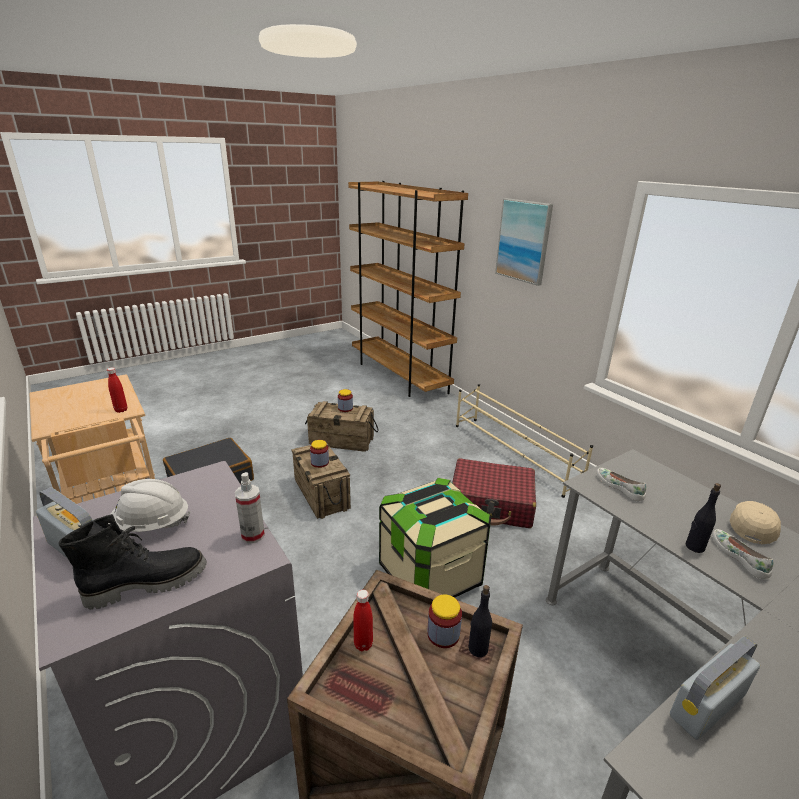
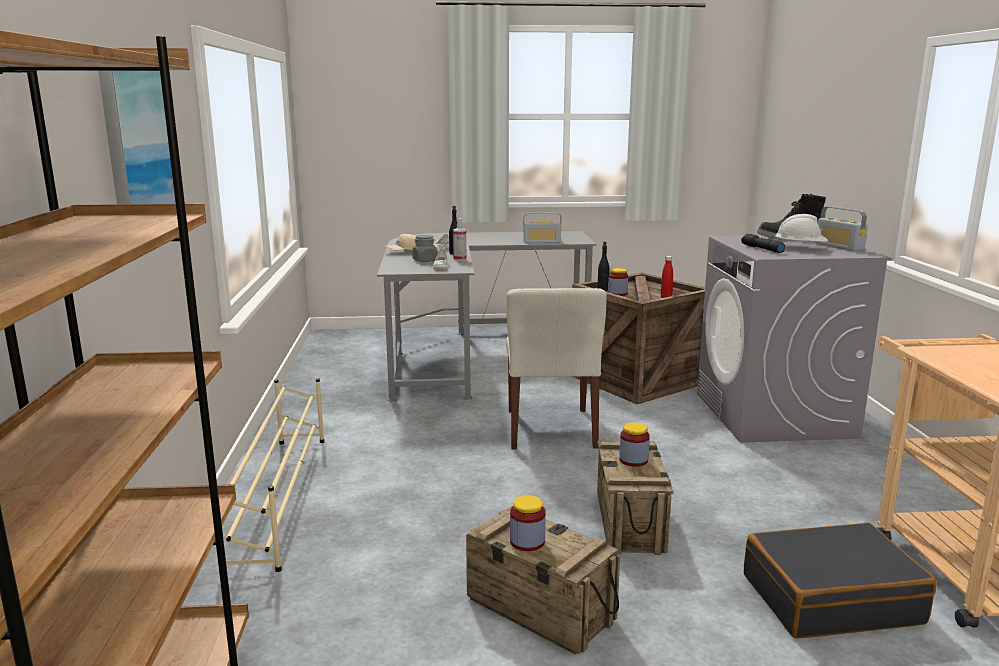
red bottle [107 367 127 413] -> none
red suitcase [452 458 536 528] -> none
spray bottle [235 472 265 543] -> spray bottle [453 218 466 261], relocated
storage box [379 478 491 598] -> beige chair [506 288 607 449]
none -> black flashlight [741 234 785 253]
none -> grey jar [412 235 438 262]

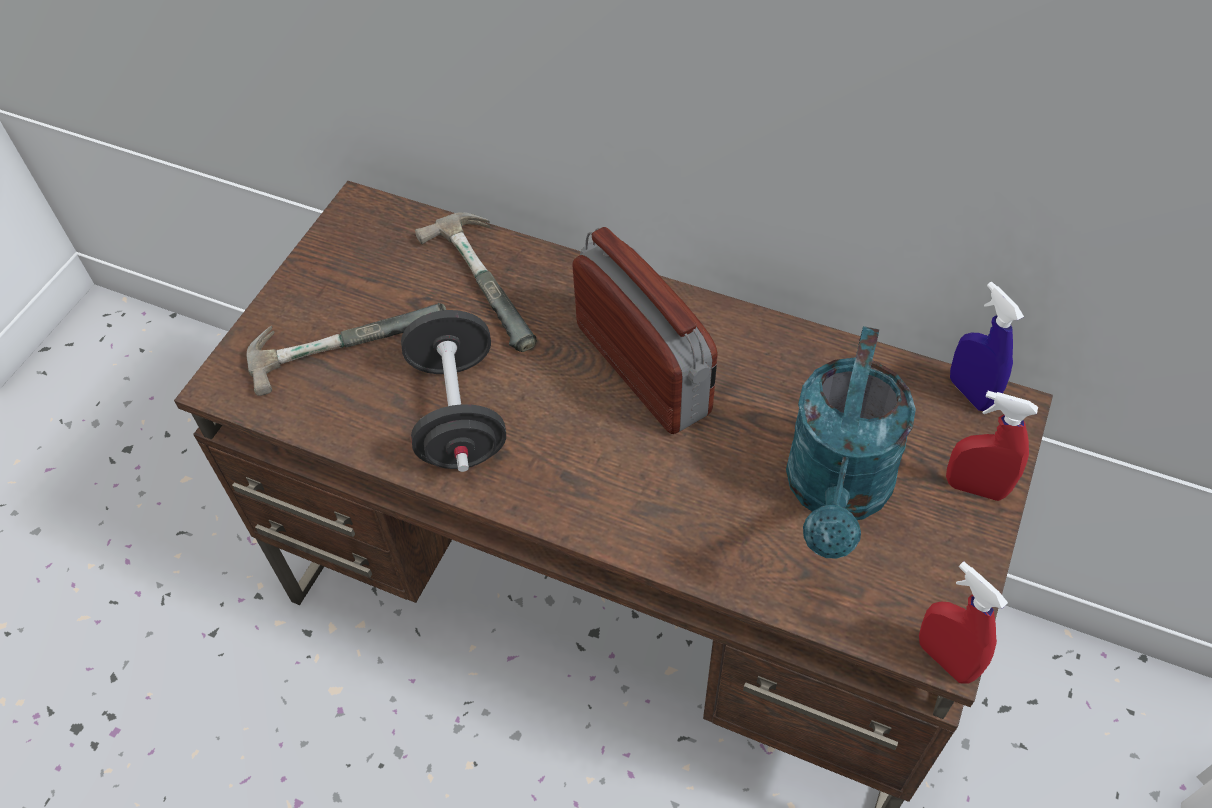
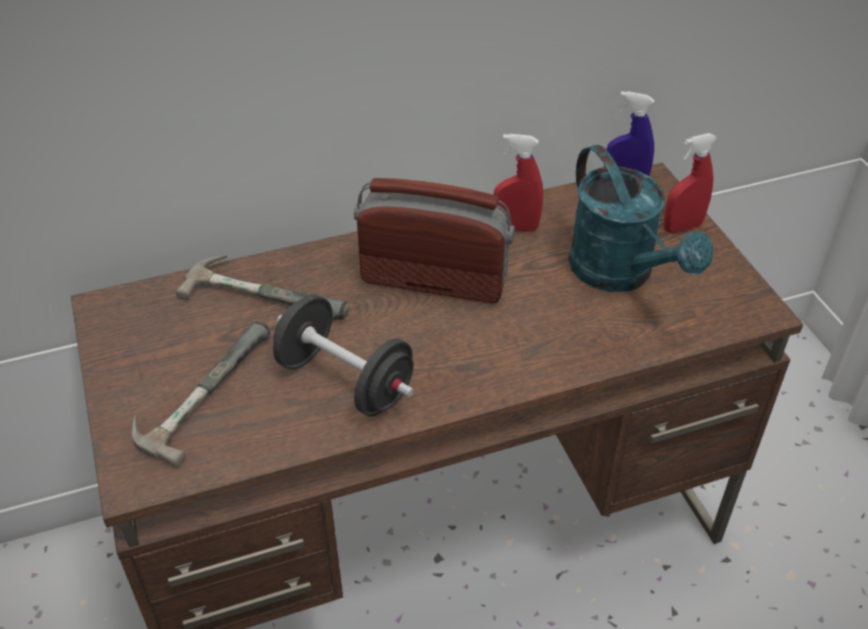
red spray bottle [919 562 1008 683] -> red spray bottle [493 134 543 232], relocated

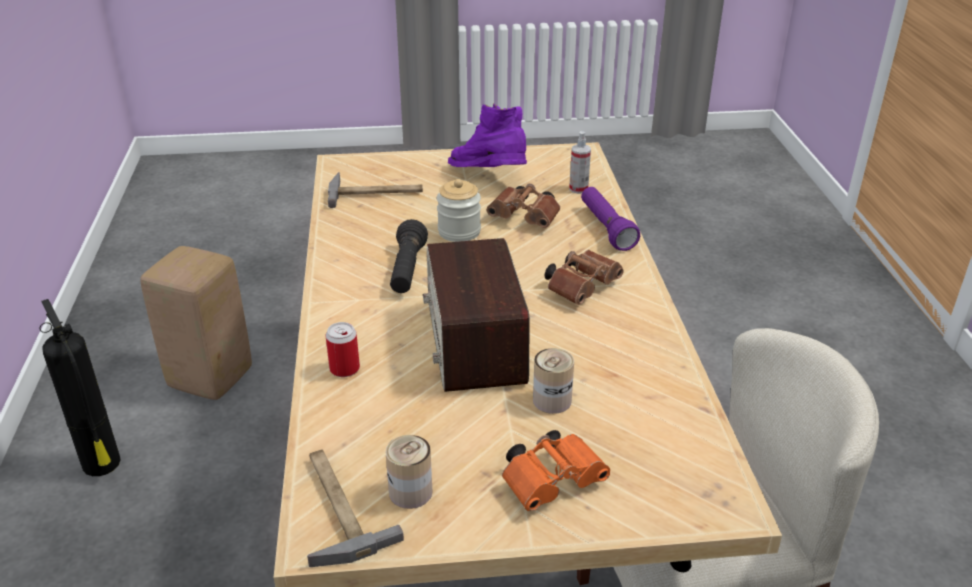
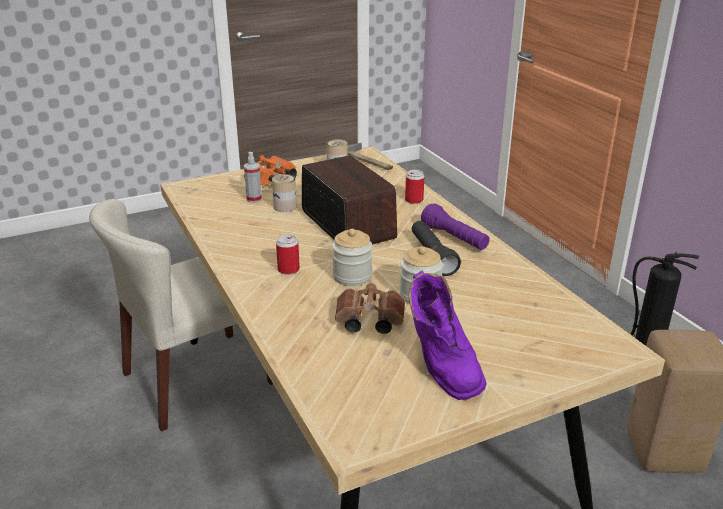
purple boot [448 103 527 167] -> purple boot [409 271 487 400], 45 degrees clockwise
spray bottle [569 131 591 194] -> spray bottle [244 152 262 203], relocated
hammer [328 172 423 208] -> none
purple flashlight [581 187 640 251] -> purple flashlight [421 204 489 250], relocated
brown binoculars [544 250 624 305] -> can [276 234 300 275]
none -> jar [332 229 373 286]

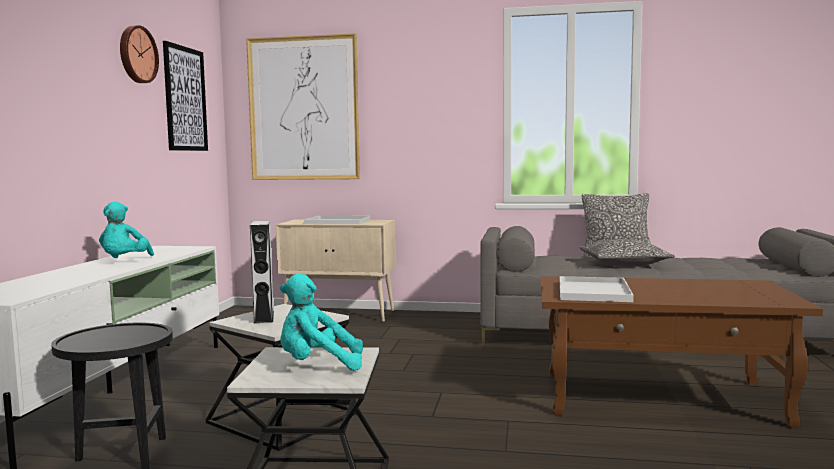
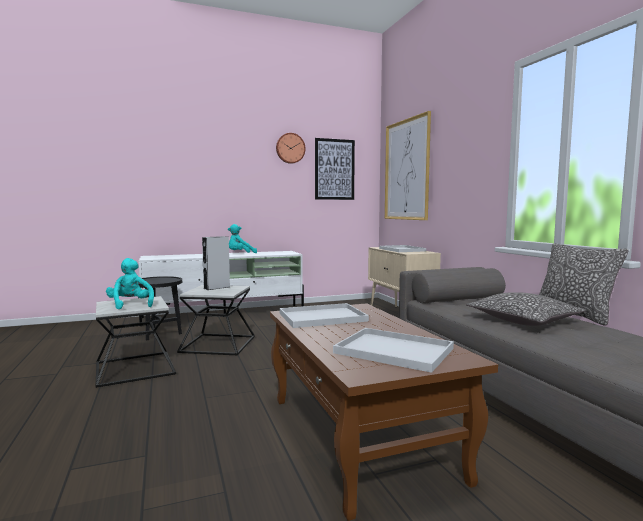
none -> white tray [333 328 454 373]

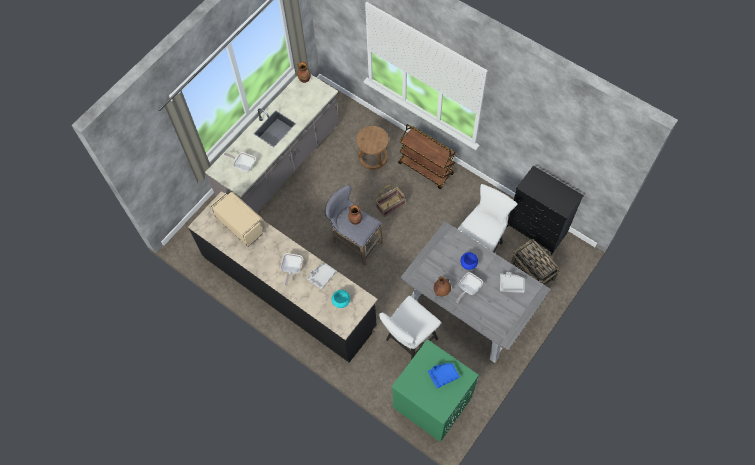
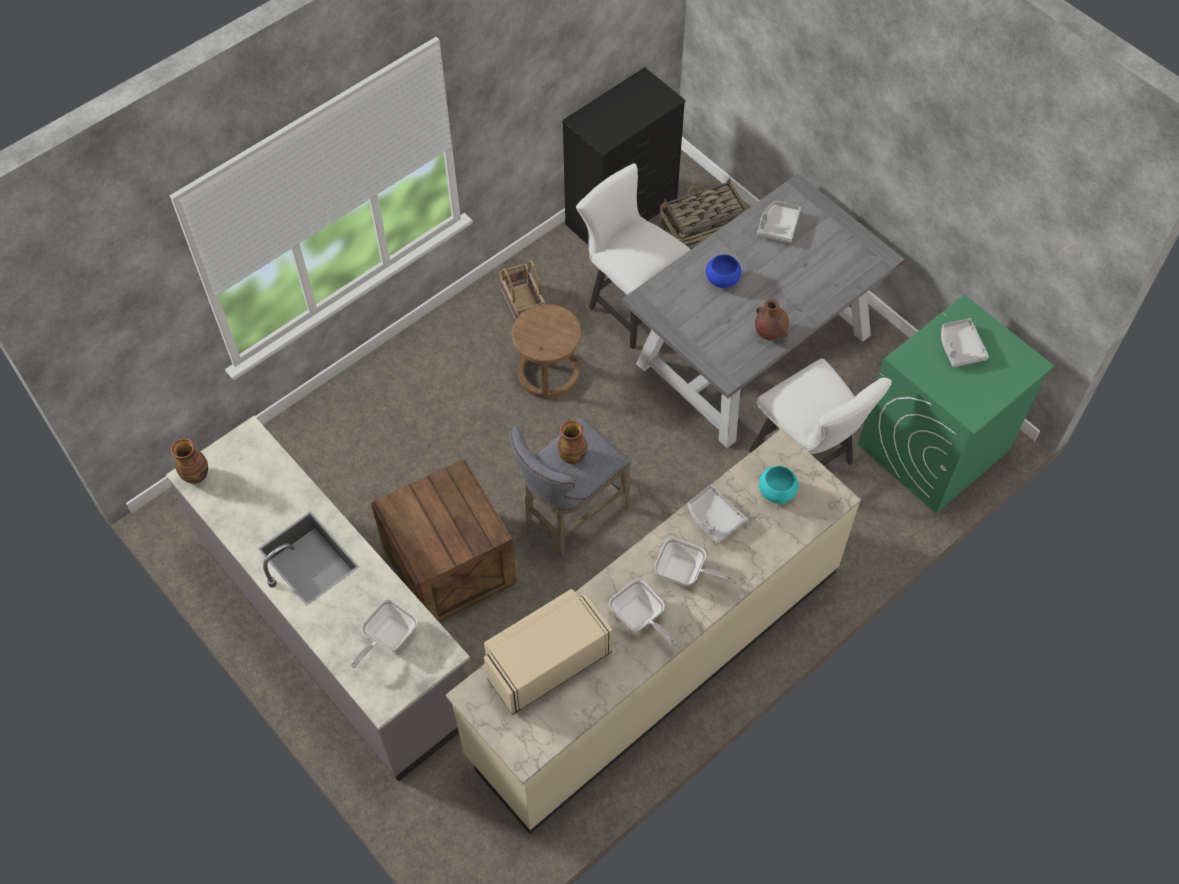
brown cart [398 124 456 189] -> none
brown stool [356 126 389 170] -> brown stool [512 304 582 399], relocated
basket [376 185 406 217] -> basket [499 260 545 321], relocated
black counter [188 191 378 362] -> beige counter [446 428 861 834]
frying pan [456 272 483 303] -> frying pan [609 579 676 646], relocated
blue tray [428 363 460 388] -> grey tray [941 318 989 367]
none -> crate [371 460 517 622]

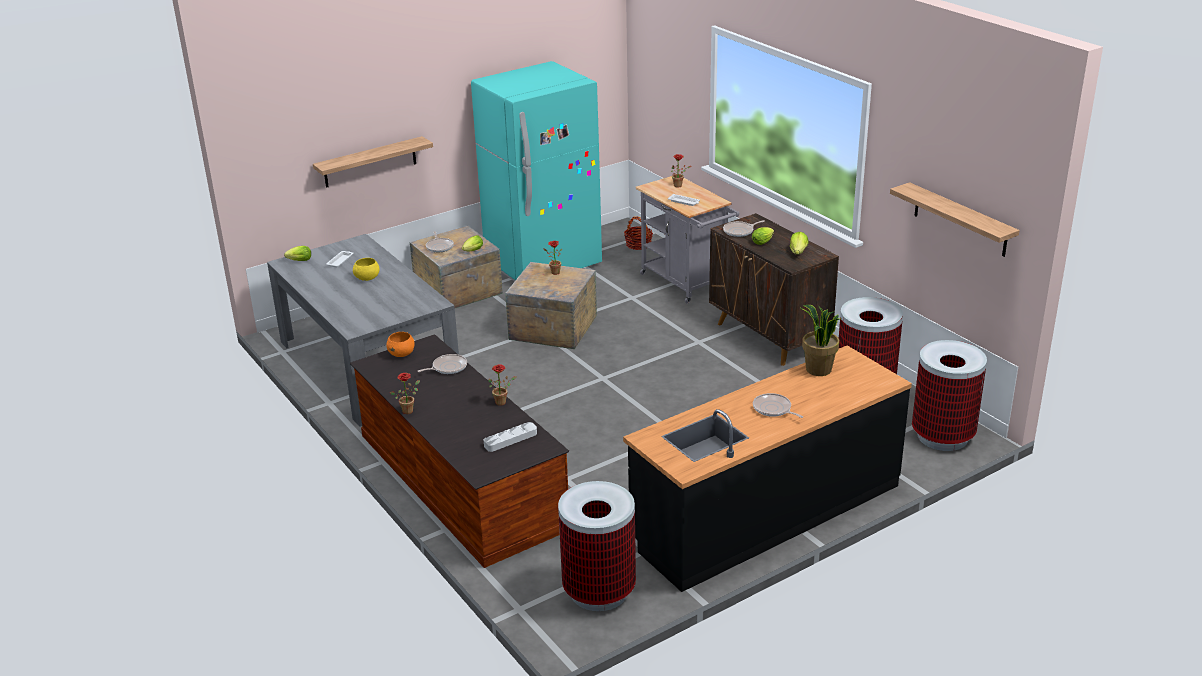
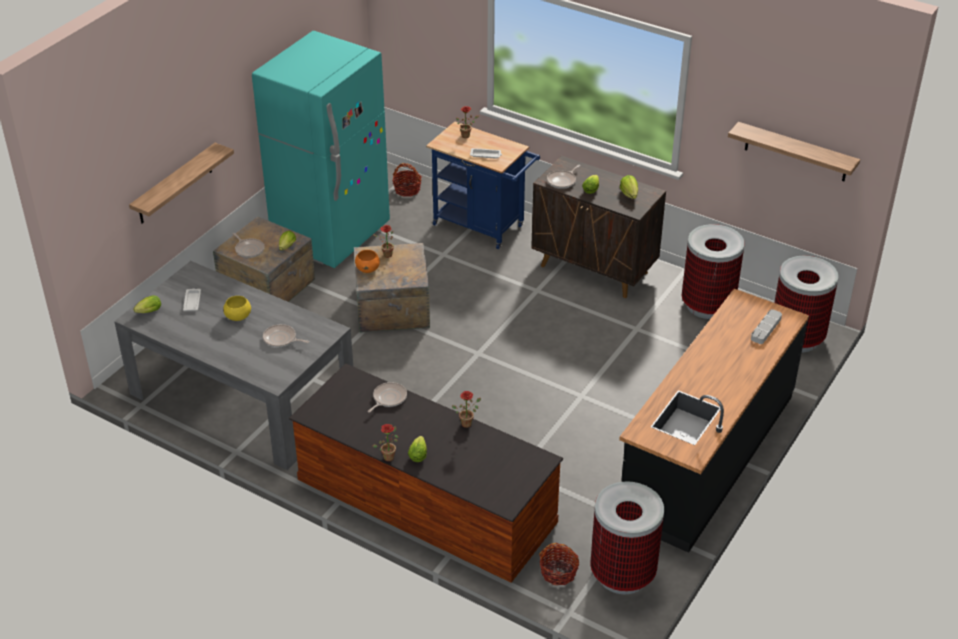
grey cart [636 176 740 303] -> blue cart [426 121 540 249]
potted plant [801 305 840 376] -> none
orange bowl [386 332 414 357] -> orange bowl [355 250 380 273], relocated
frying pan [753 393 803 418] -> frying pan [263 324 309 347], relocated
grey tray [484 422 537 452] -> grey tray [751 309 782 344], relocated
none -> lettuce [408 436 427 462]
none -> basket [539 543 579 585]

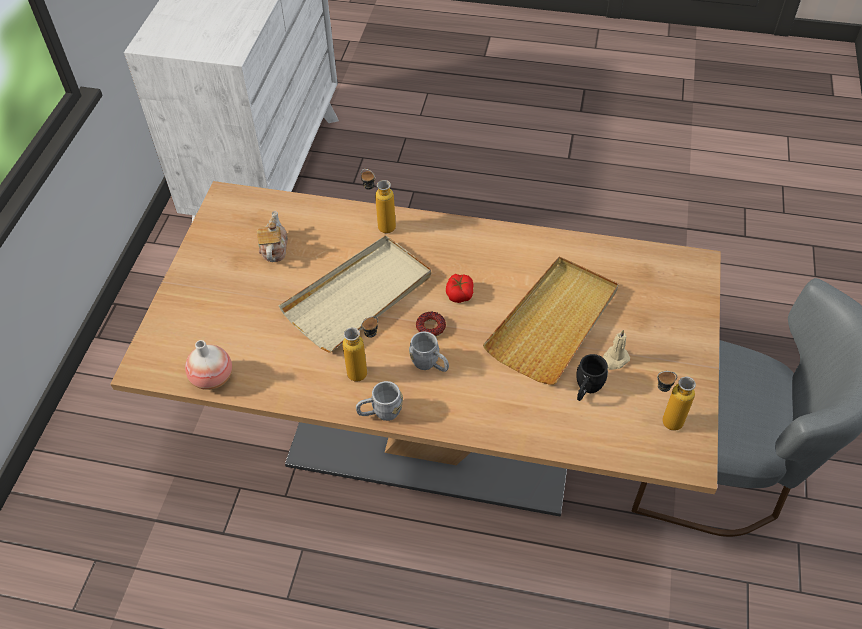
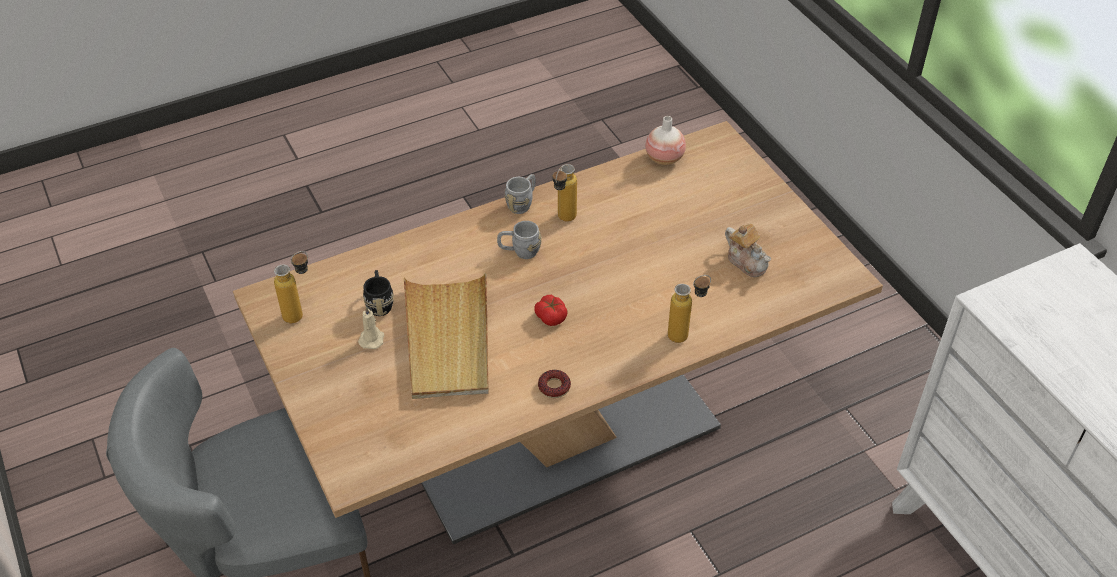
beige tray [279 235 431 353] -> none
donut [416 312 446 337] -> donut [538 370 571 398], relocated

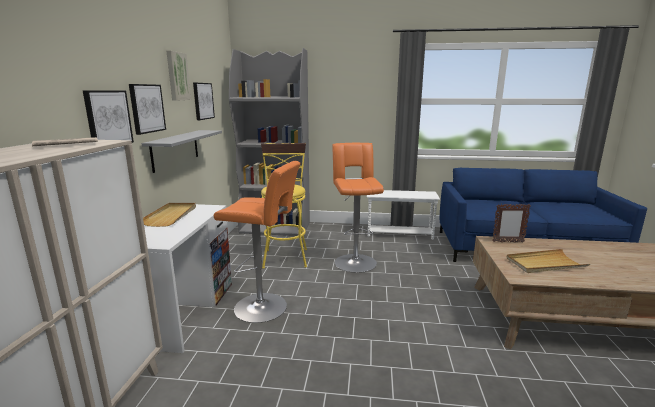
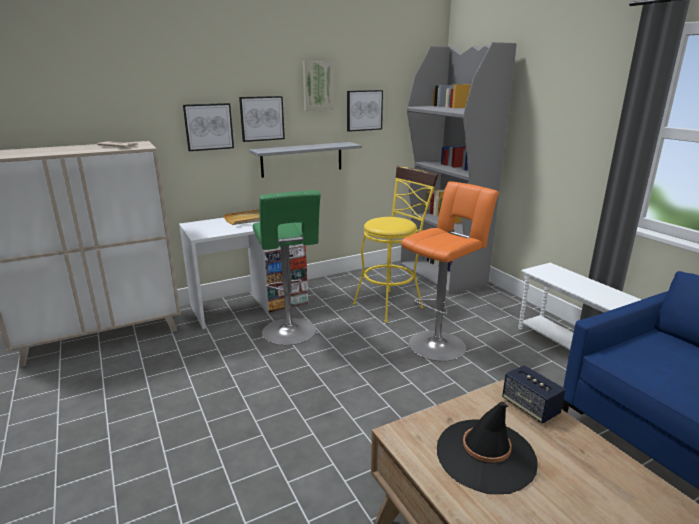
orange stool [214 161 301 323] -> green stool [253 190 321 345]
picture frame [493 204 531 243] -> speaker [502 365 566 424]
beige tray [506 249 590 273] -> black hat [437 402 538 494]

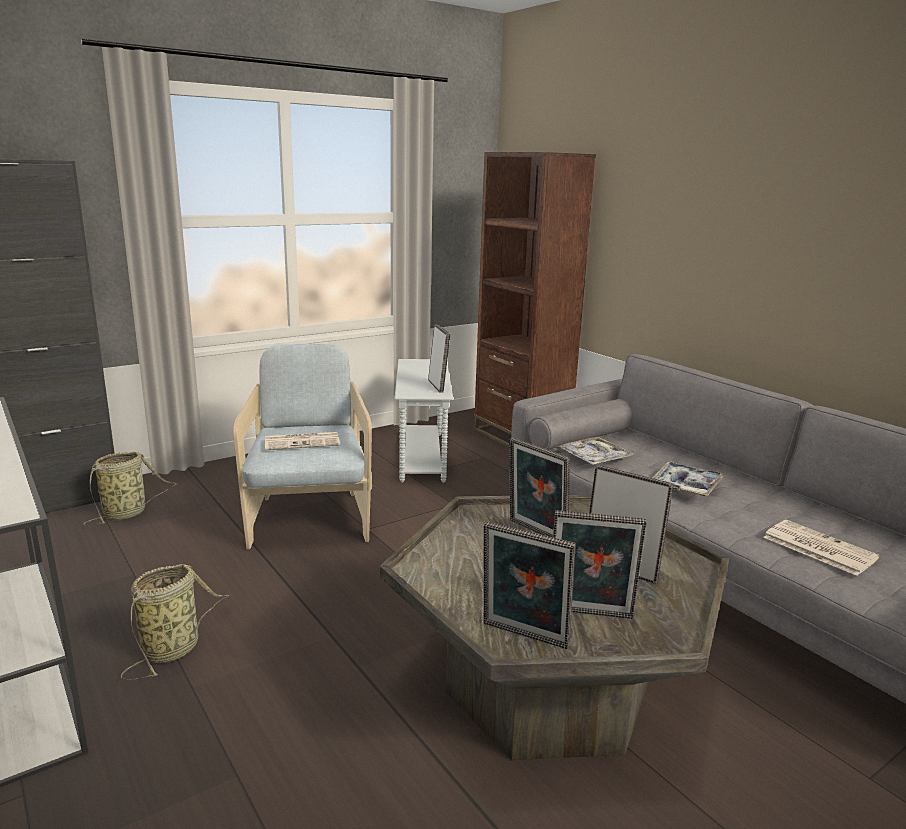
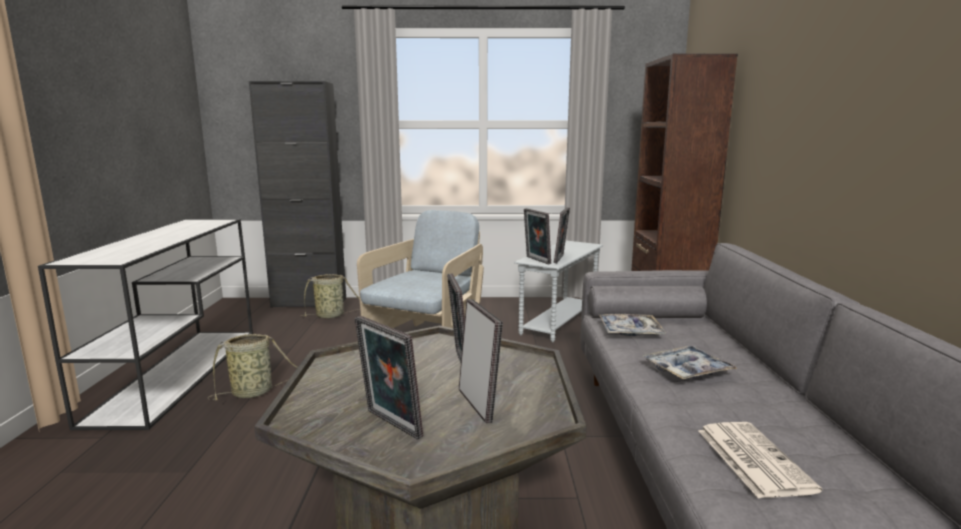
newspaper [265 432 340 450] -> none
picture frame [484 521 576 649] -> picture frame [524 208 551 264], relocated

